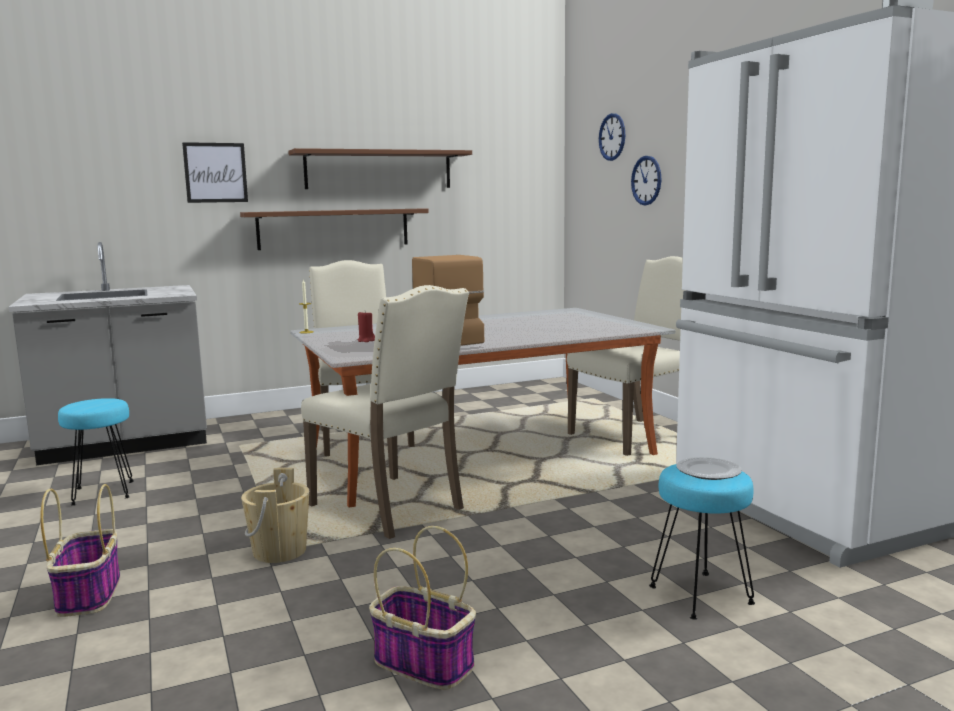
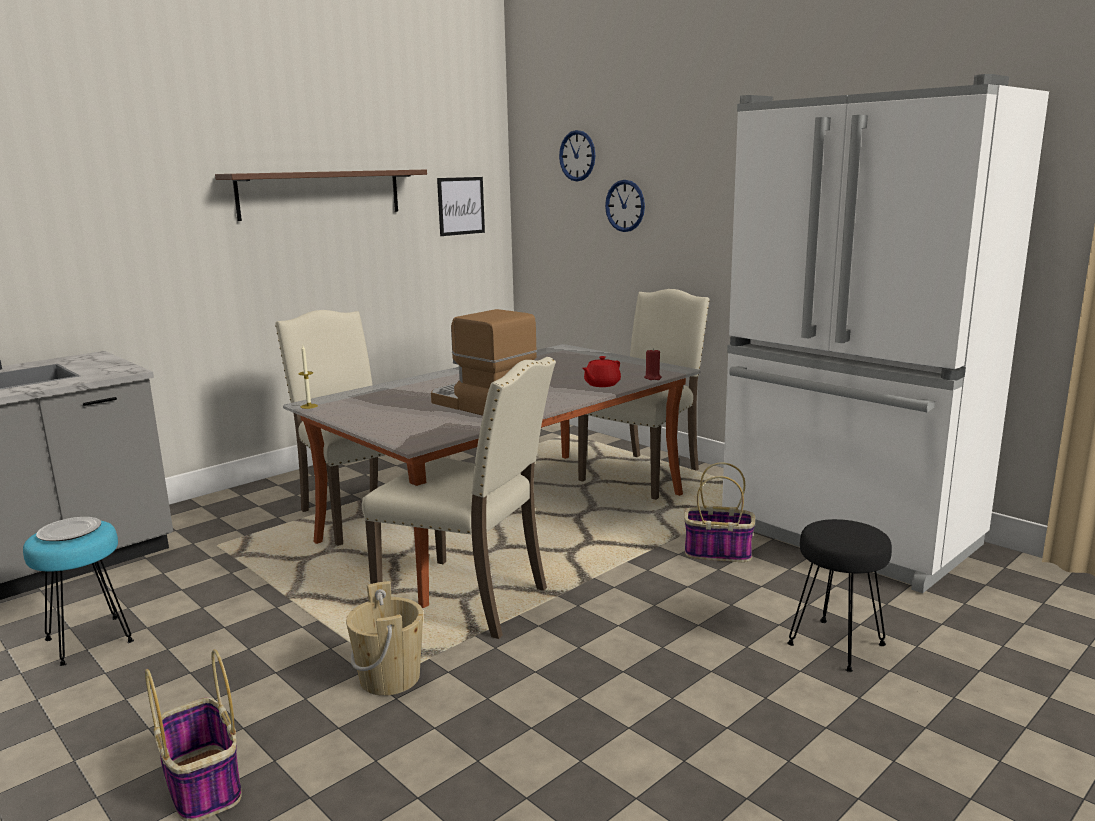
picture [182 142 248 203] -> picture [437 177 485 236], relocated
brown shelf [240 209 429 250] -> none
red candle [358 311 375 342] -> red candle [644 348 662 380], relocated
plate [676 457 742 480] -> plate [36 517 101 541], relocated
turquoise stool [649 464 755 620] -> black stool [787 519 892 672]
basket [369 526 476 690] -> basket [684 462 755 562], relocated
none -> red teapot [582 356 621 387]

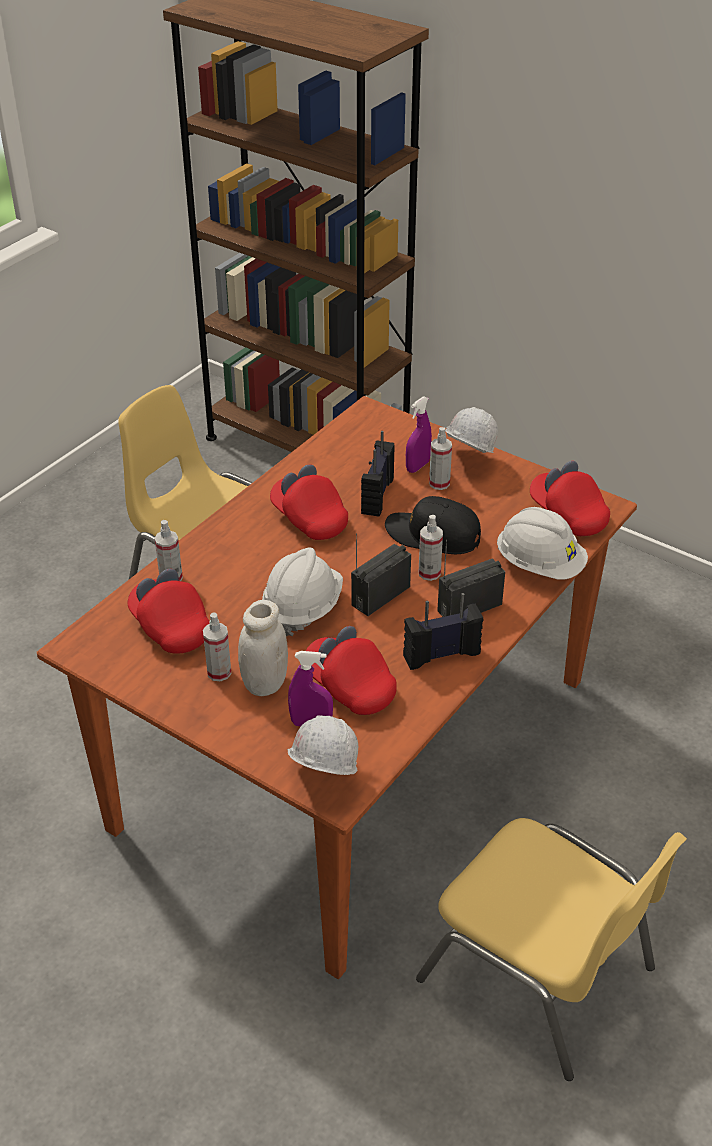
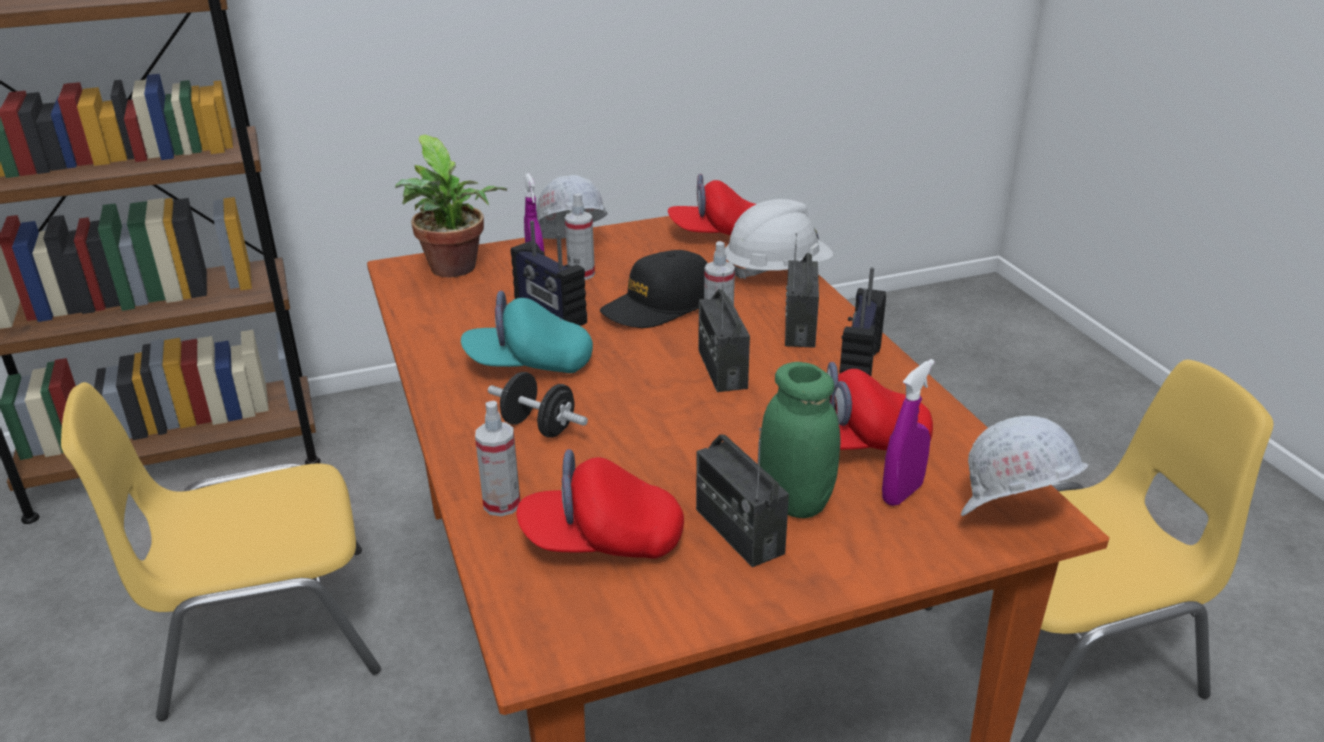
red cap [270 464 348 540] -> turquoise cap [461 290 593 373]
white hard hat [262 547 343 636] -> none
white jar [238 600 288 696] -> green jar [760 362 841 518]
spray bottle [203 612 231 681] -> radio [696 427 789 567]
none -> potted plant [395 135 507 277]
none -> black dumbbell [488 372 588 438]

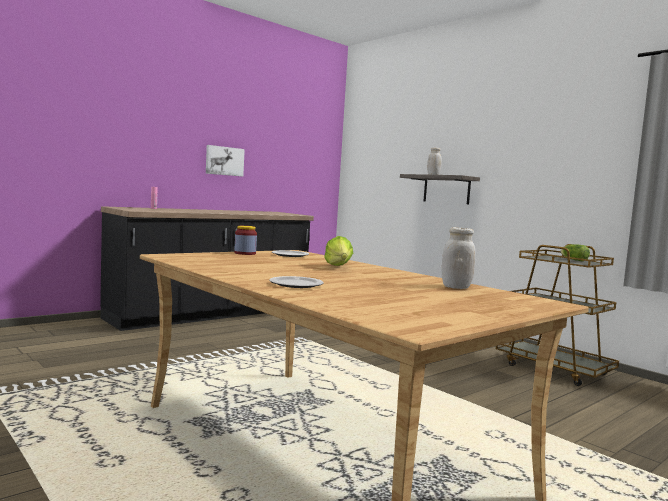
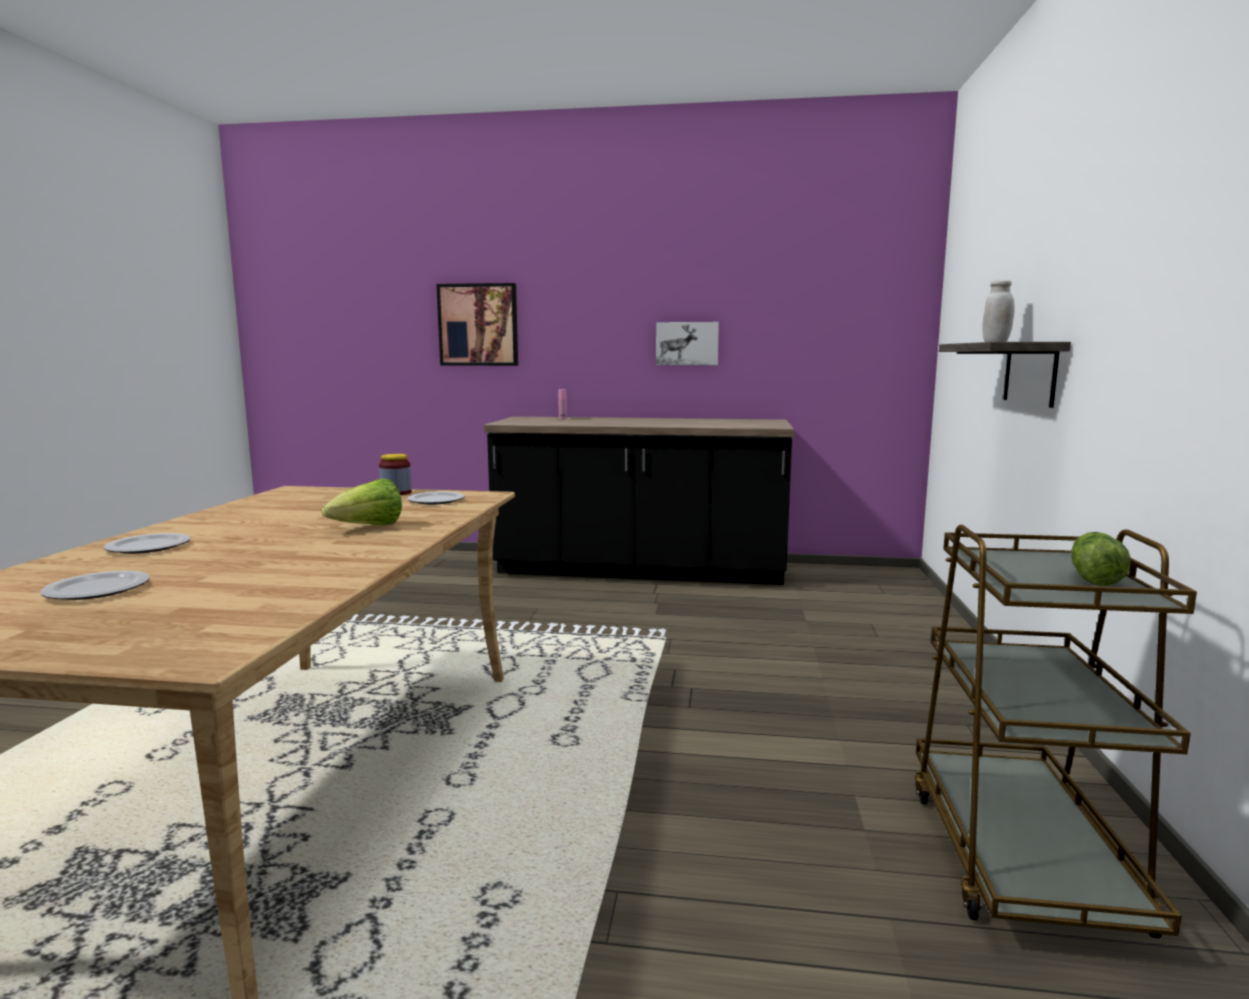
white jar [442 227 476 289] -> none
none -> picture [436 283 518 366]
none -> plate [40 571 150 600]

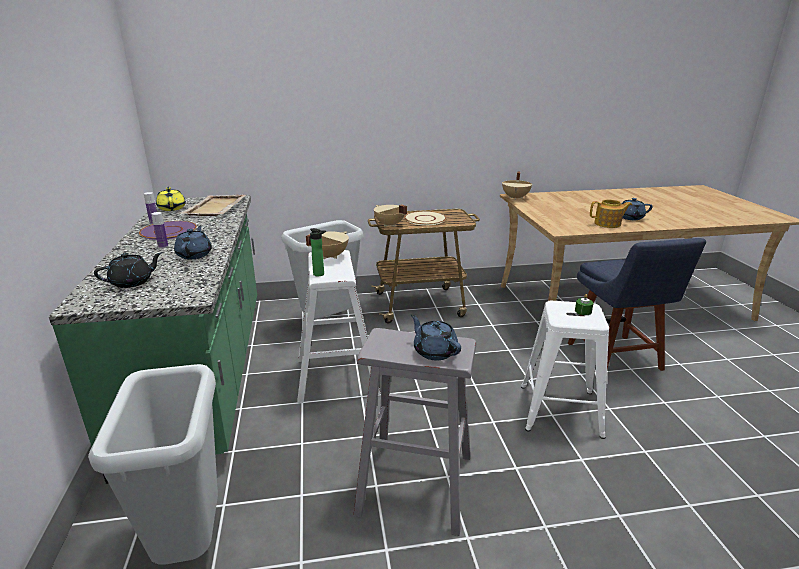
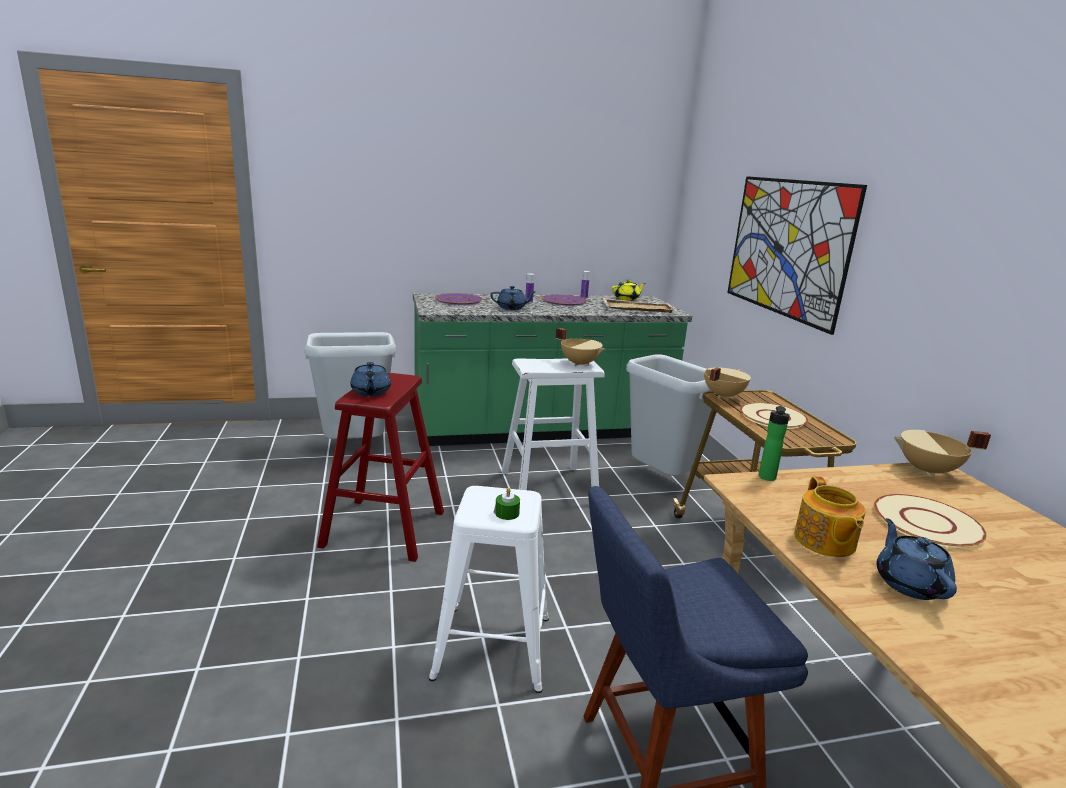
bottle [310 228 326 276] -> bottle [759 406 790 481], relocated
black teapot [94 252 162 288] -> purple plate [435 293 483 305]
blue teapot [411 314 461 361] -> blue teapot [351 362 391 396], 120 degrees clockwise
grey stool [353 328 476 536] -> red stool [317 373 444 562]
none -> picture [727 176 867 335]
none -> beige plate [874 494 987 548]

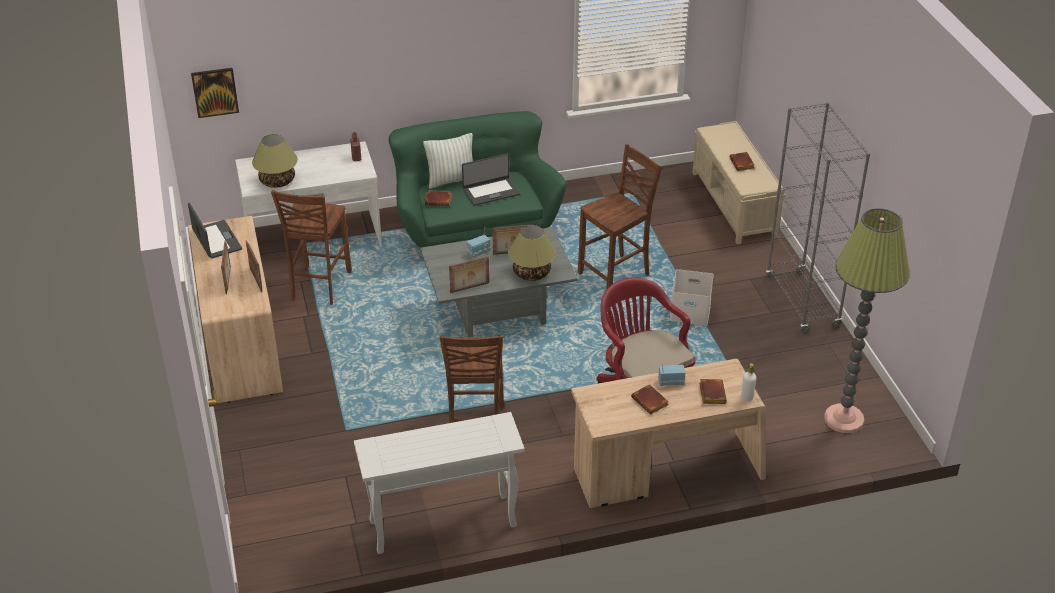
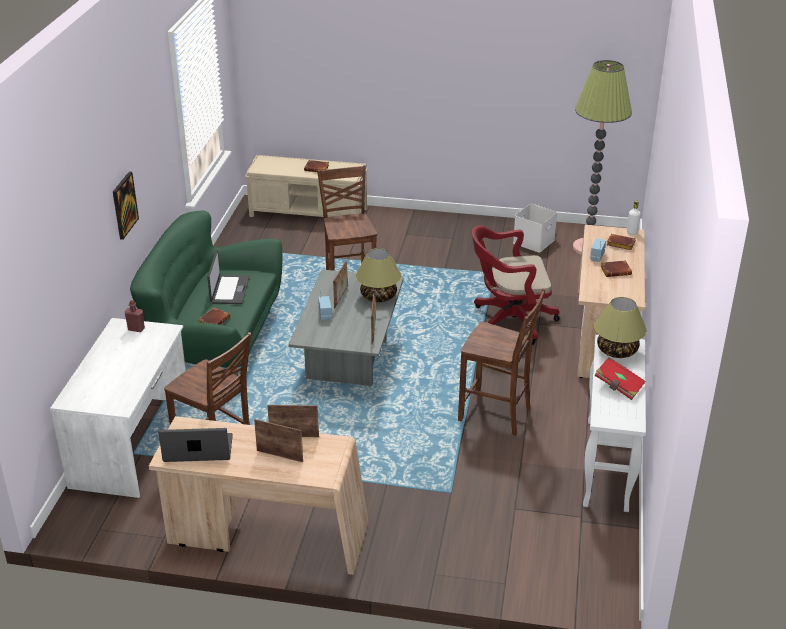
picture [191 68 239 118] -> picture [113 172 139 240], relocated
grey bookcase [766 102 870 333] -> none
pillow [423 133 473 189] -> none
table lamp [252 134 298 188] -> table lamp [594 297 647 358], relocated
white storage box [670 269 714 326] -> white storage box [513 203 557 253], relocated
none -> red book [594 357 645 400]

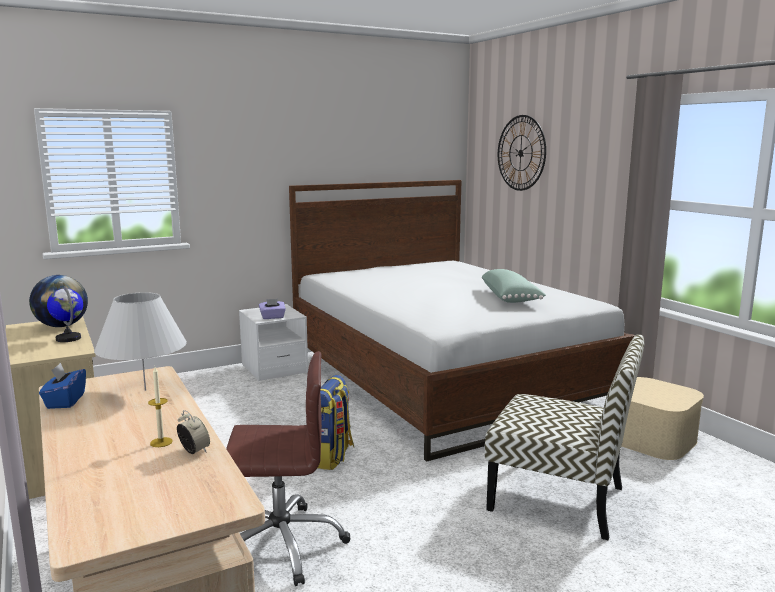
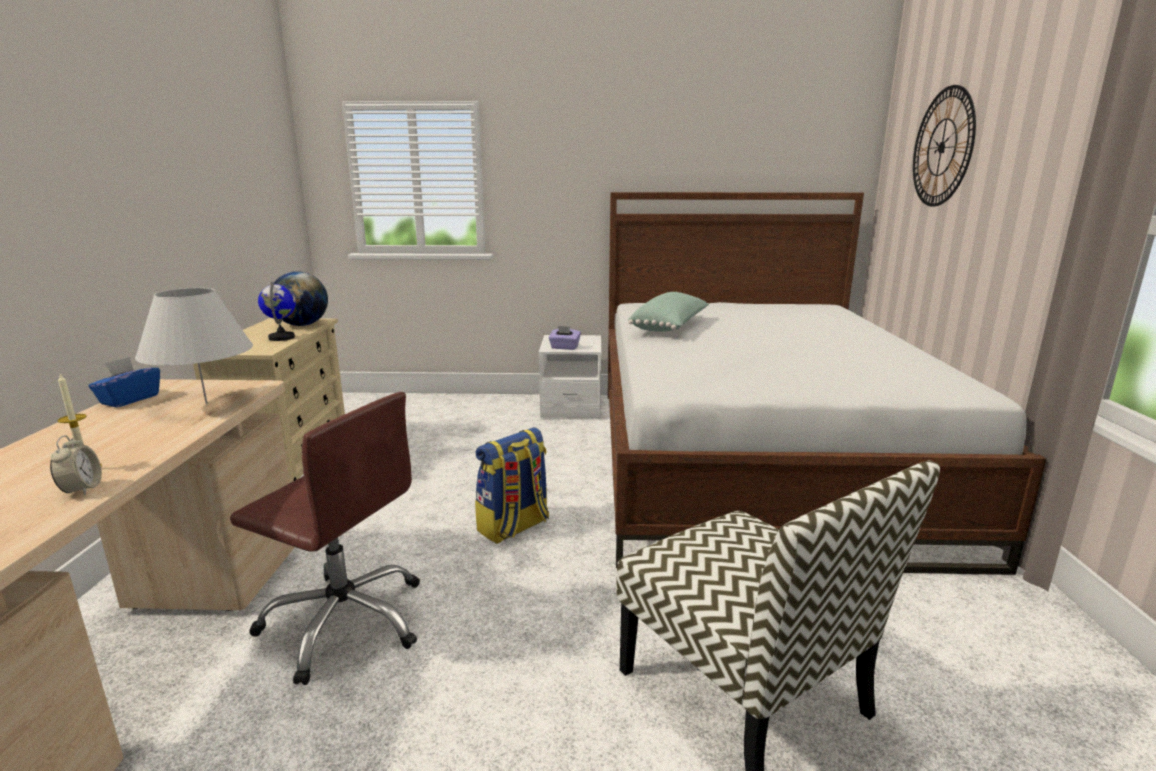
green pillow [482 269 546 303] -> green pillow [628 292 709 331], relocated
beige storage box [622 377 704 460] -> none

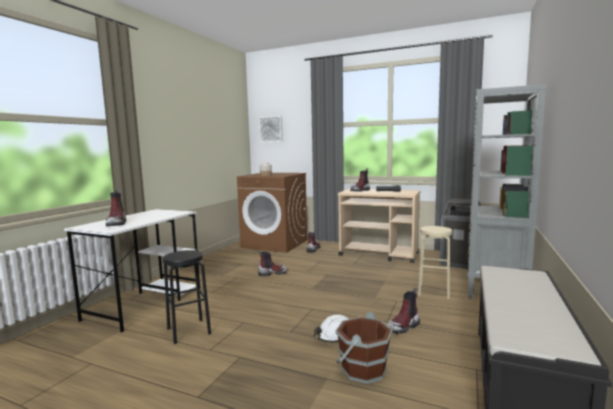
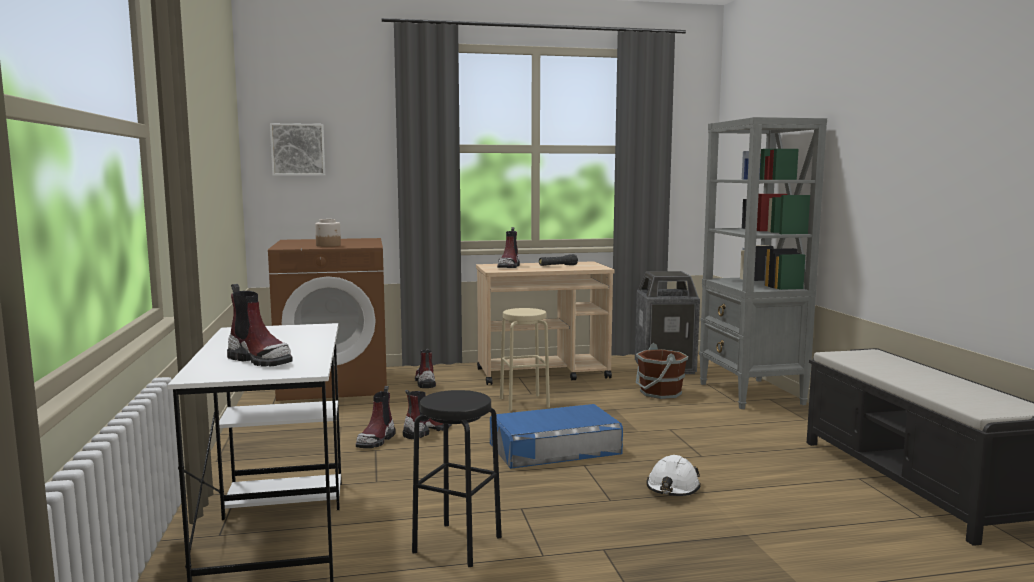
beige stool [418 226 452 299] -> beige stool [500 308 550 411], relocated
boot [387 288 420 334] -> boot [356 386 396 448], relocated
brown bucket [335 311 393 384] -> brown bucket [636 343 688 399], relocated
none -> blue storage box [490 404 623 469]

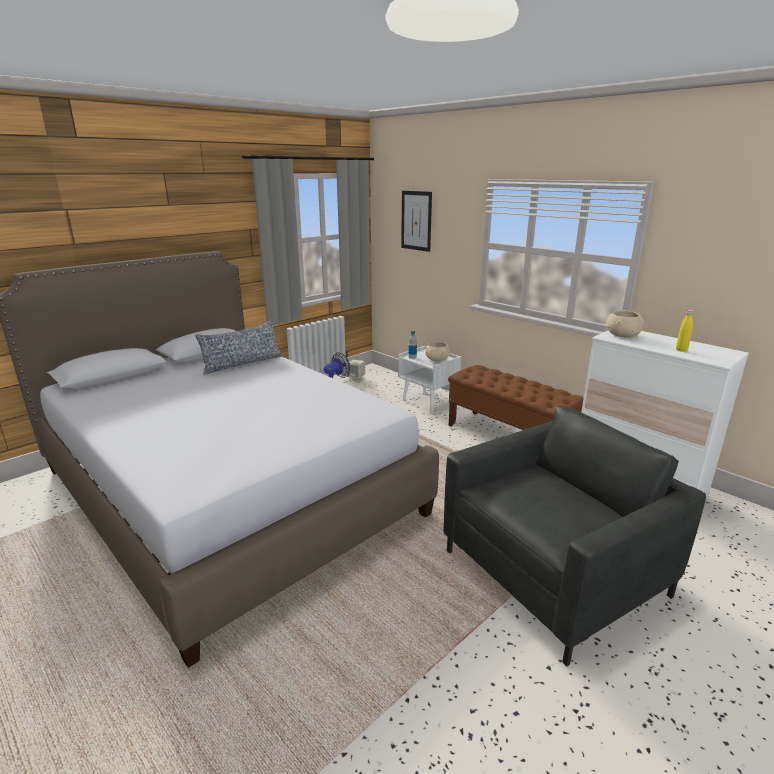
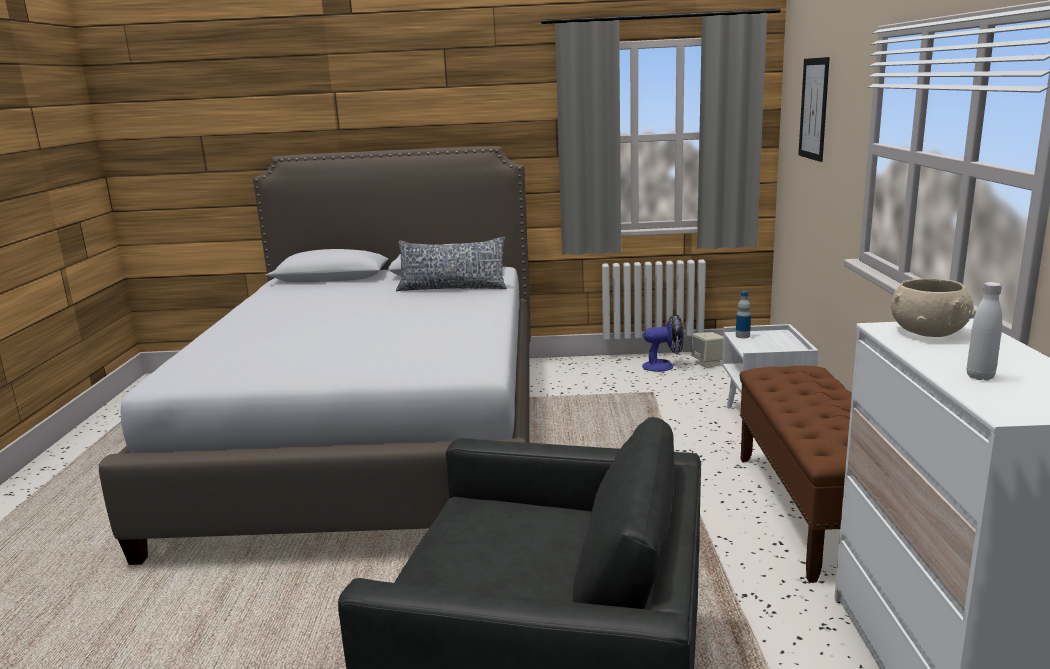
yellow bottle [676 310 694 352] -> white bottle [967 282 1002 381]
beige bowl [425 341 450 361] -> none

